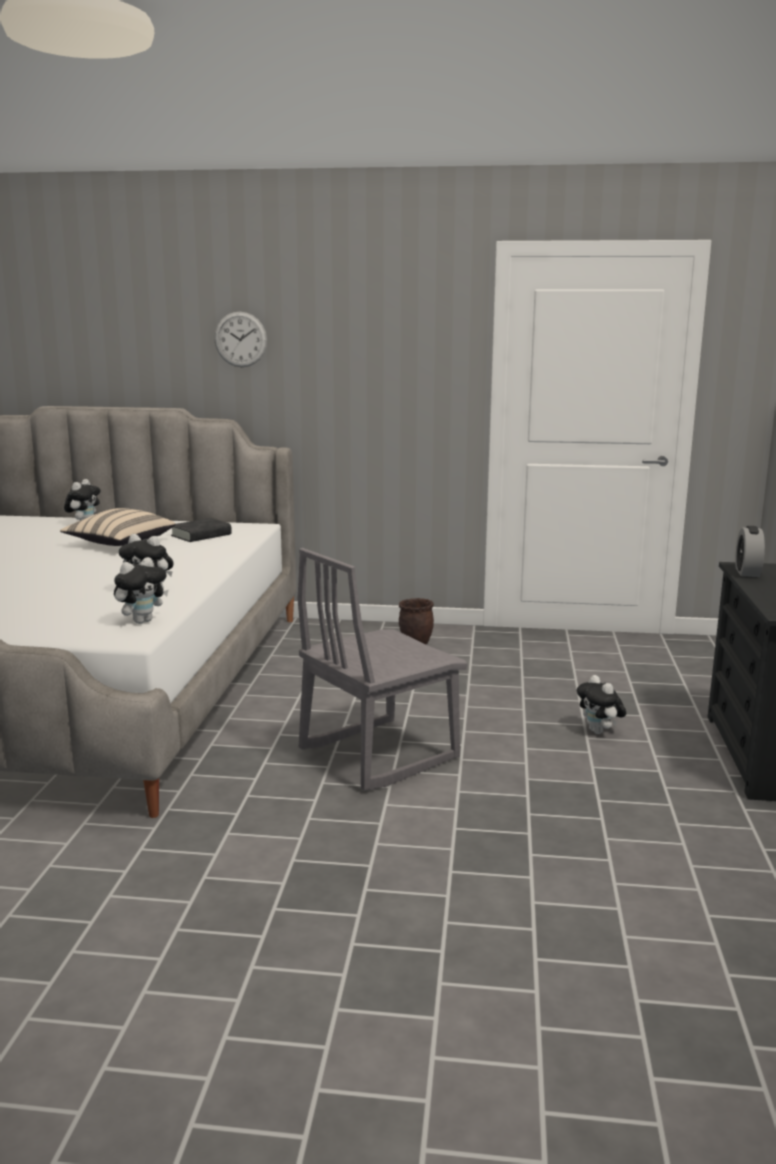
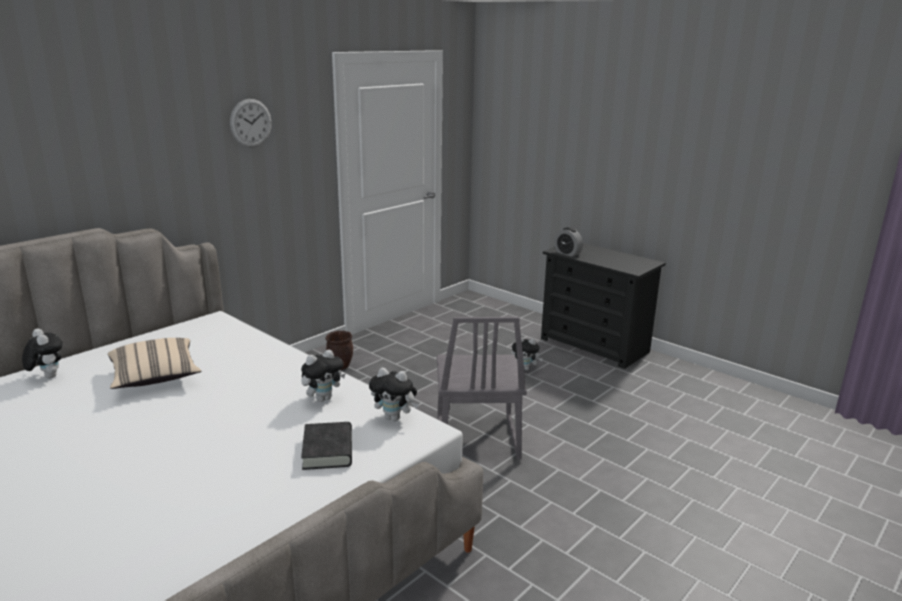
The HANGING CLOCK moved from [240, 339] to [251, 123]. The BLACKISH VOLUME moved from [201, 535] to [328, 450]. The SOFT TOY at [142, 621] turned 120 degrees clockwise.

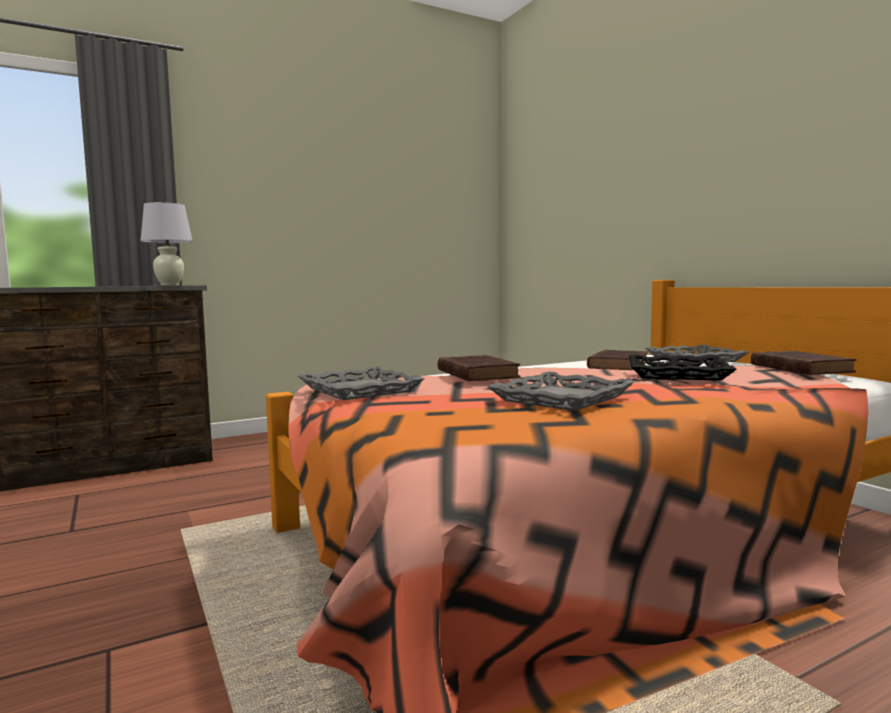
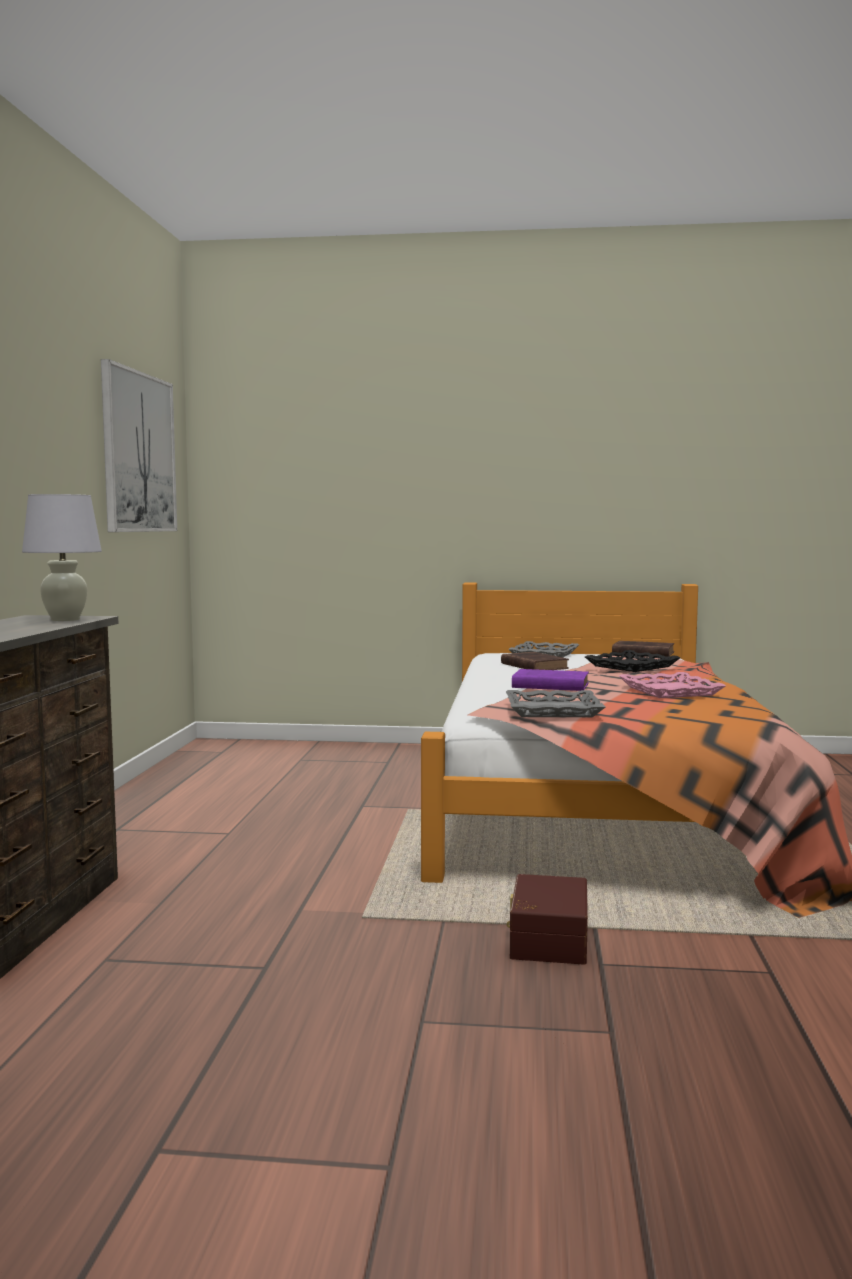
The BROWNISH VOLUME at [476, 373] became the PURPLISH VOLUME at [548, 685]. The GREYISH CARRYING TRAY at [560, 398] became the PINK-COLOURED CARRYING TRAY at [669, 691]. The WALL ART at [138, 452] appeared. The BROWNISH STORAGE BIN at [546, 939] appeared.

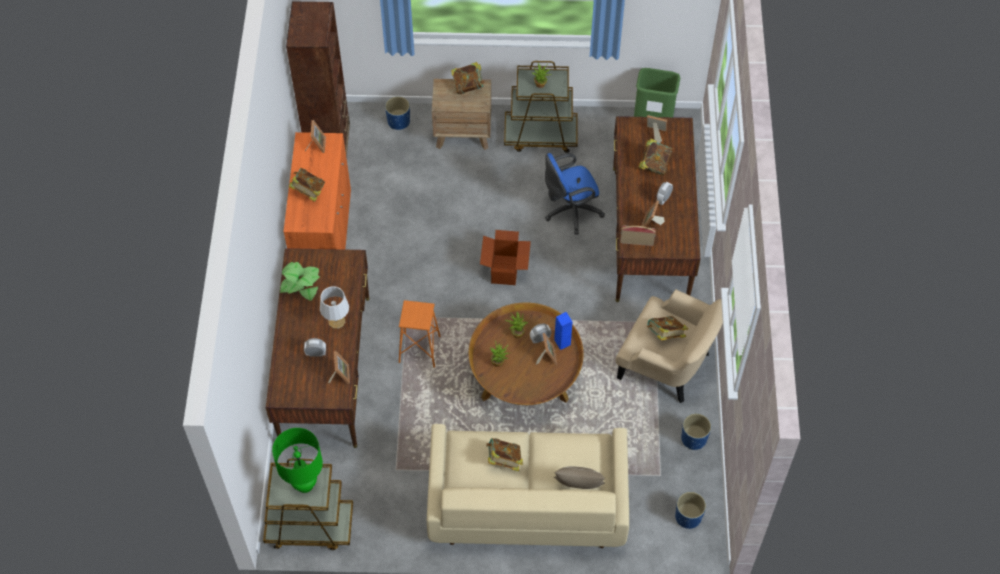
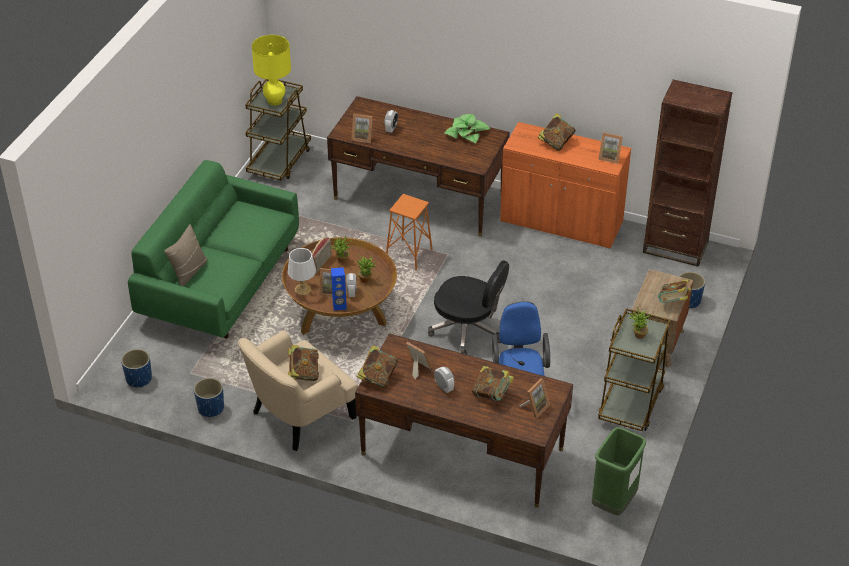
The RADIO moved from [636, 241] to [321, 263]. The CARTON at [505, 270] was replaced by the BLACKISH COMPUTER CHAIR at [468, 330]. The WHITE LAMP FOR A TABLE moved from [336, 321] to [303, 289]. The BEIGE COUCH at [527, 502] became the GREEN COUCH at [221, 282]. The GREEN LAMP FOR A TABLE at [305, 484] became the YELLOWISH LAMP FOR A TABLE at [274, 101]. The VOLUME moved from [504, 460] to [377, 377].

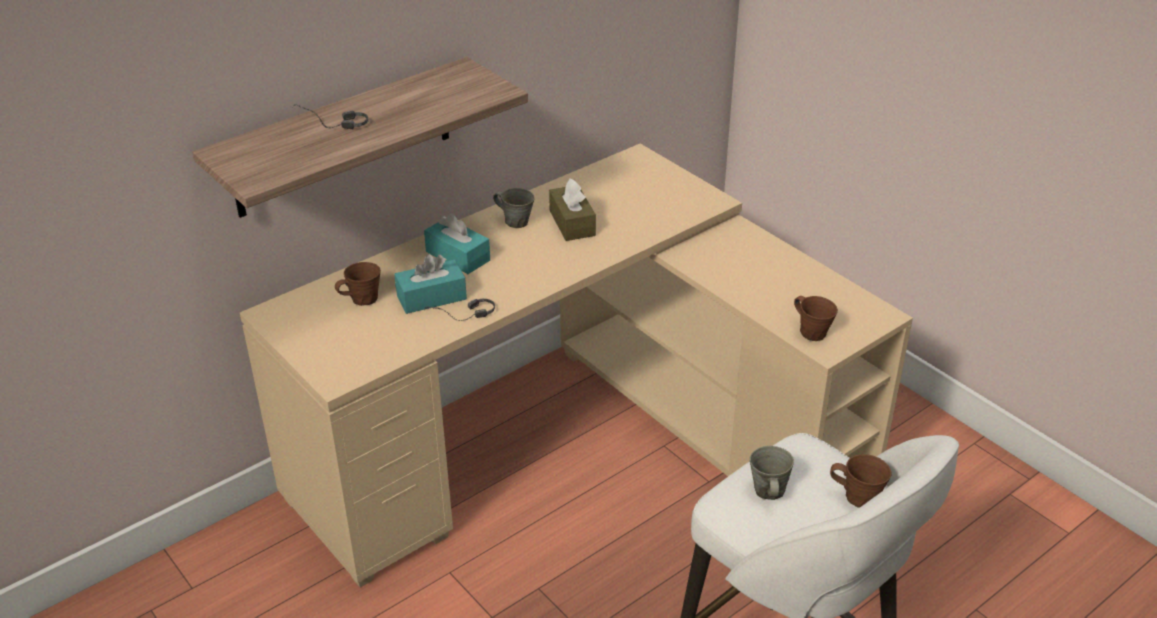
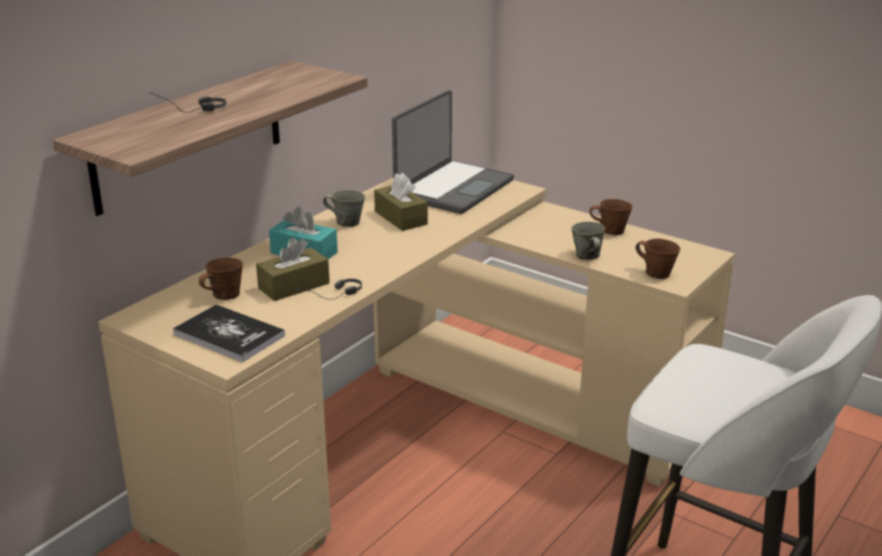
The BLUE-GREEN TISSUE BOX at [431, 297] became the BROWNISH TISSUE BOX at [294, 286]. The GREYISH COFFEE MUG moved from [769, 491] to [587, 256]. The BROWNISH COFFEE MUG moved from [858, 497] to [611, 231]. The PORTABLE COMPUTER at [452, 188] appeared. The VOLUME at [229, 335] appeared.

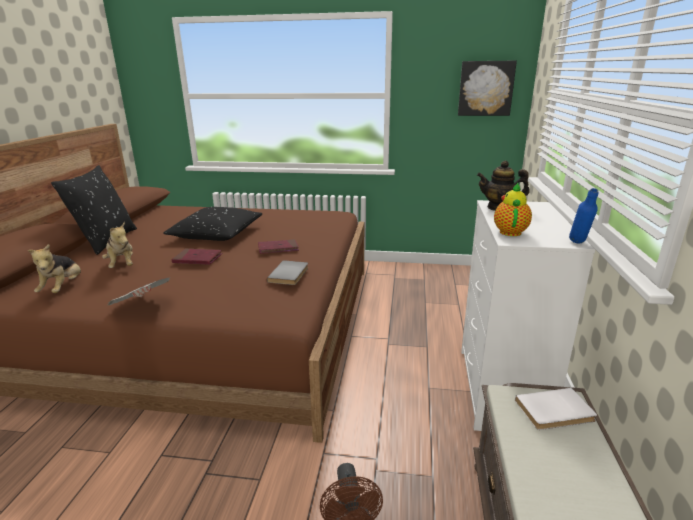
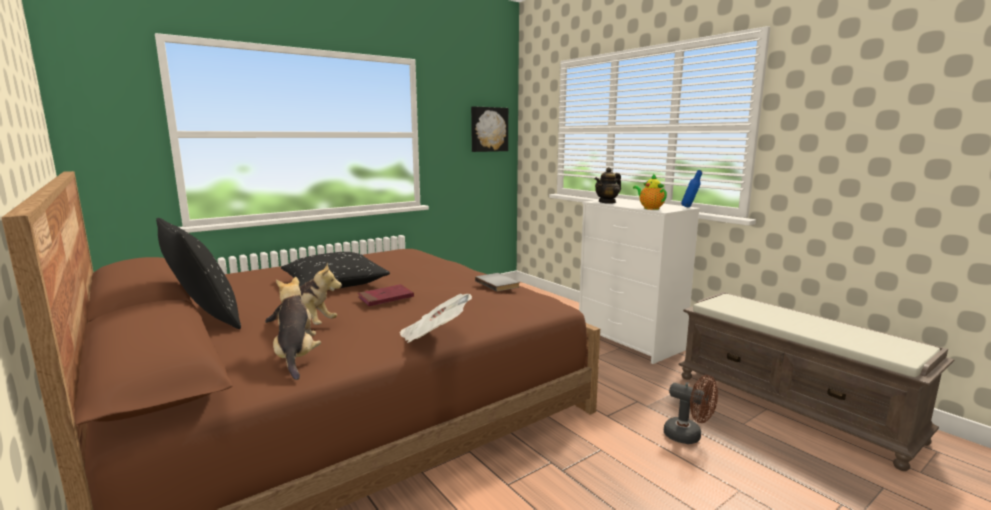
The RED VOLUME at [278, 248] disappeared. The SOFT TOY at [63, 288] turned 150 degrees counterclockwise. The WHITE VOLUME at [555, 412] disappeared.

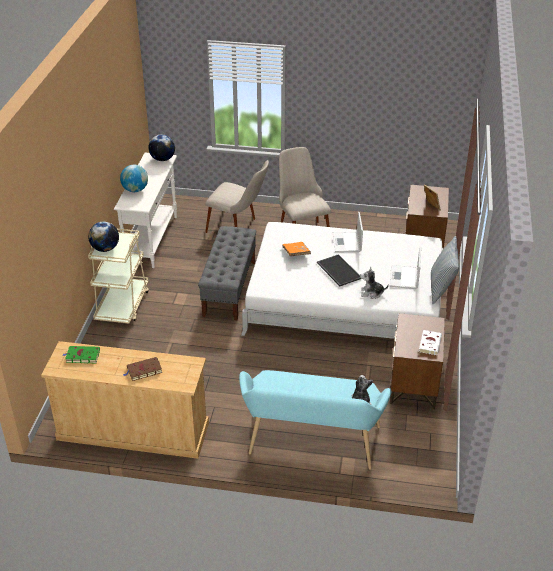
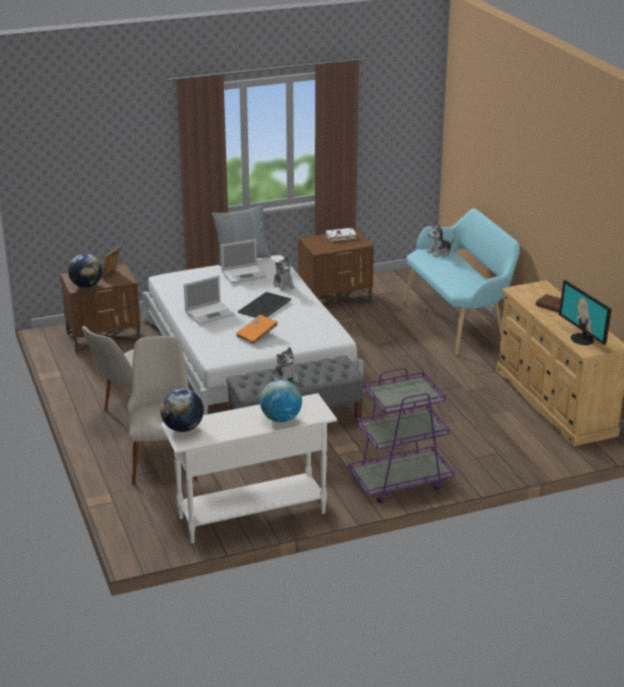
The DESK GLOBE moved from [105, 249] to [86, 286]. The BEIGE WHEELED CART at [122, 305] became the PURPLISH WHEELED CART at [400, 481]. The GREEN VOLUME at [82, 356] was replaced by the MONITOR at [582, 339]. The SOFT TOY at [286, 378] appeared.

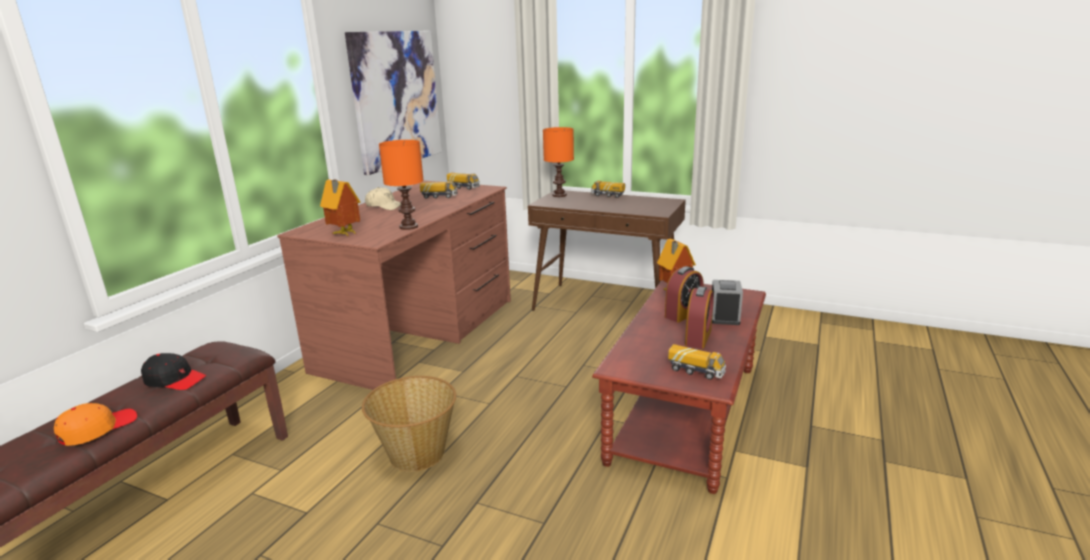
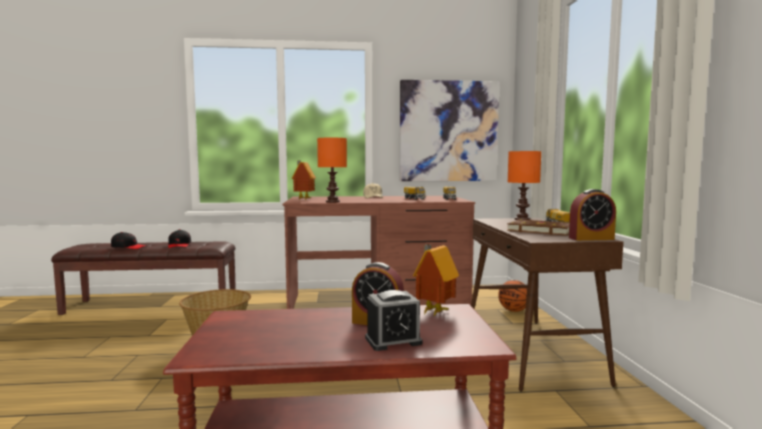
The TABLE CLOCK moved from [698, 337] to [591, 238]. The TOY TRUCK at [696, 371] disappeared. The ORANGE-COLOURED CAP at [97, 429] became the BLACKISH CAP at [128, 247]. The BROWNISH VOLUME at [540, 230] appeared. The BASKETBALL at [513, 310] appeared.

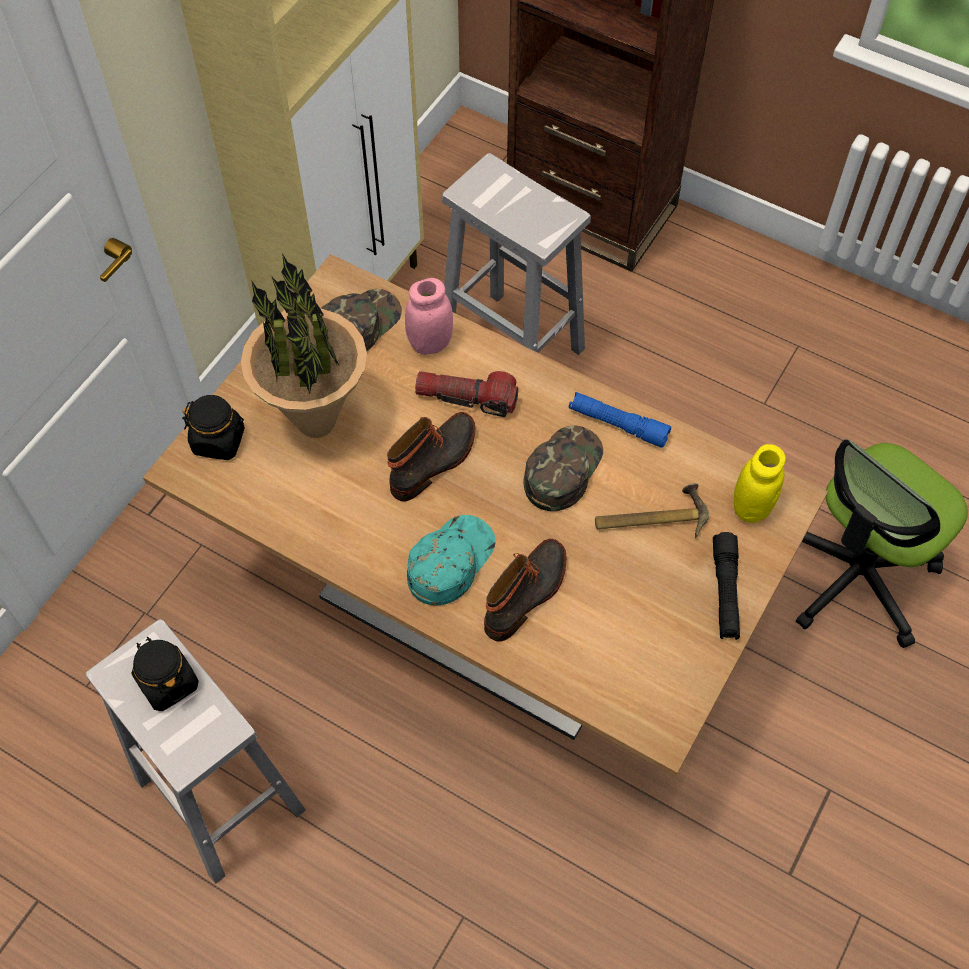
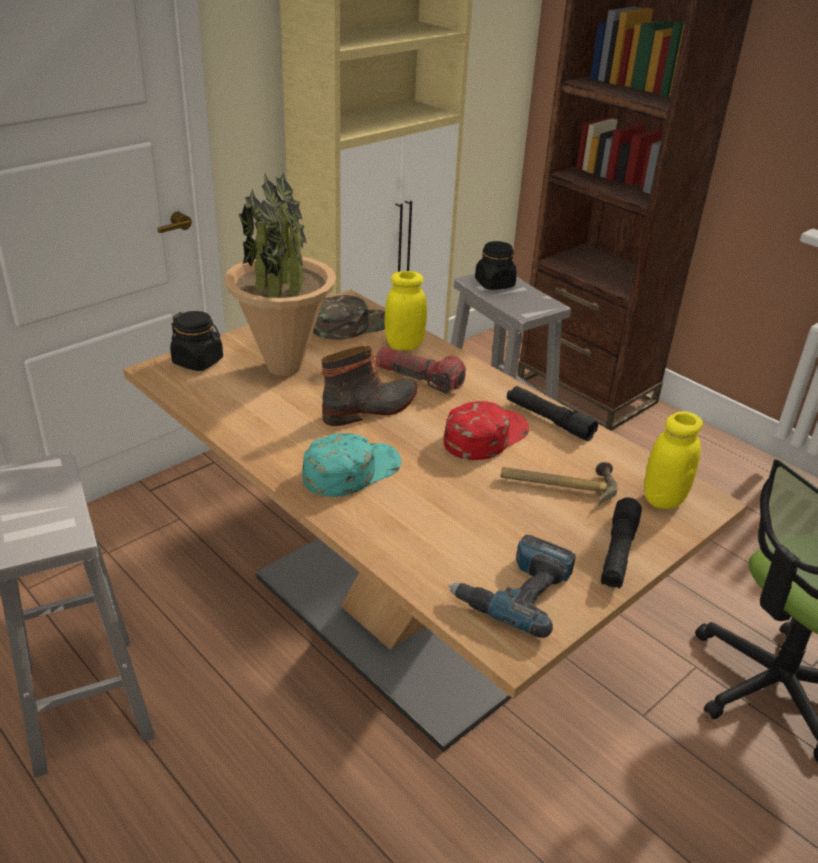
The PINK-COLOURED STORAGE JAR at [430, 343] became the YELLOWISH STORAGE JAR at [404, 345]. The BLUE-COLOURED TORCH at [618, 424] became the BLACKISH TORCH at [549, 420]. The GREEN CAP at [562, 469] became the RED CAP at [484, 436]. The BOOT at [527, 594] disappeared. The BLACKISH STORAGE JAR moved from [167, 682] to [494, 283]. The ELECTRIC DRILL at [515, 590] appeared.

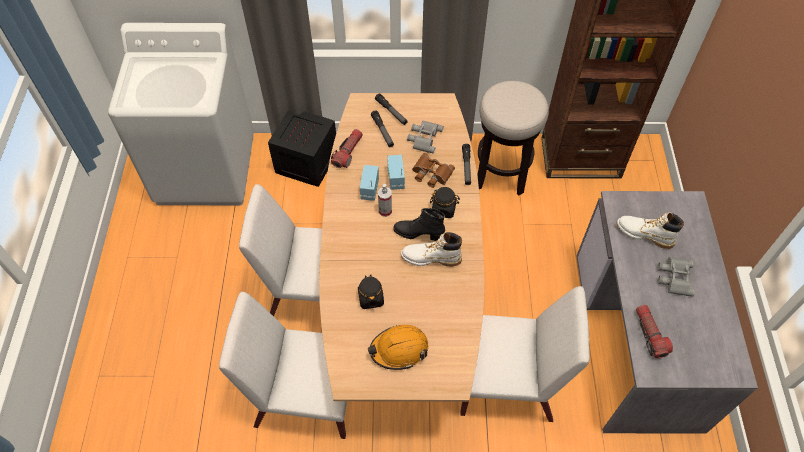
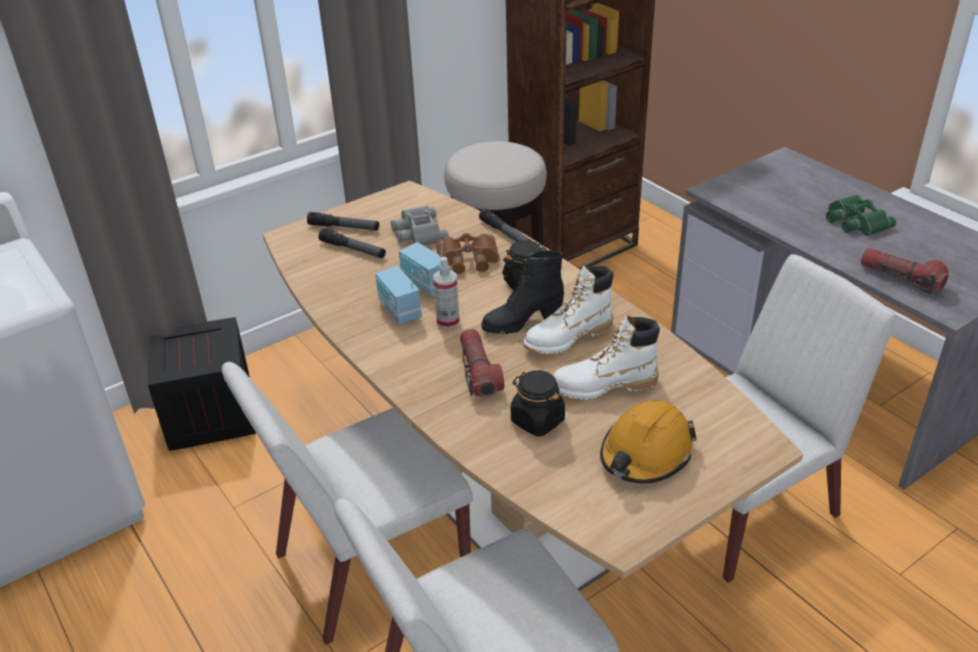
The TORCH moved from [348, 152] to [479, 372]. The WHITE BOOT moved from [644, 234] to [603, 386]. The GREYISH BINOCULARS at [674, 277] became the GREEN BINOCULARS at [854, 221].

